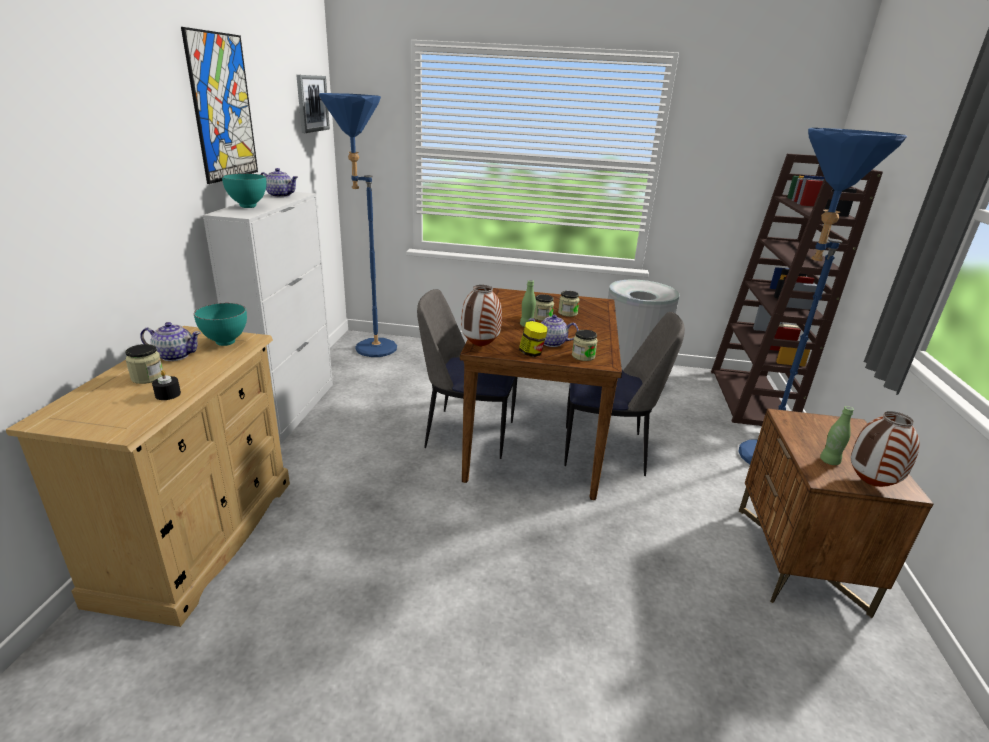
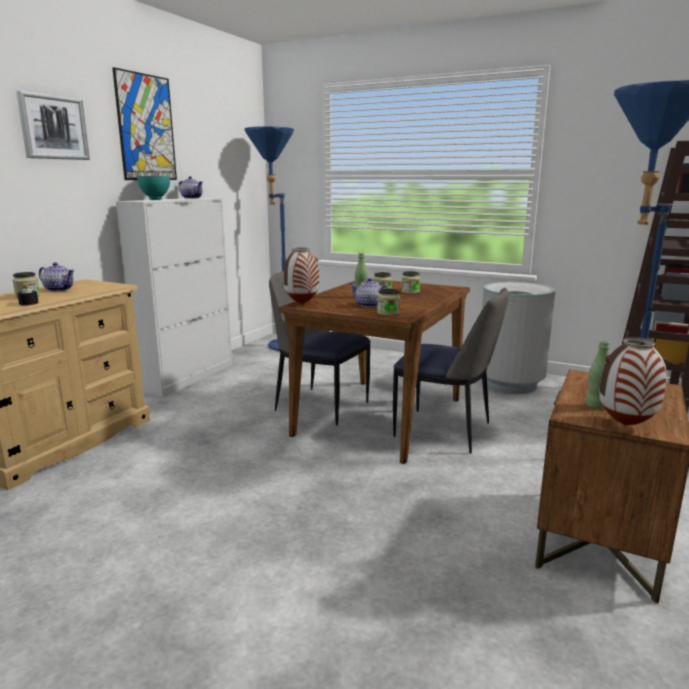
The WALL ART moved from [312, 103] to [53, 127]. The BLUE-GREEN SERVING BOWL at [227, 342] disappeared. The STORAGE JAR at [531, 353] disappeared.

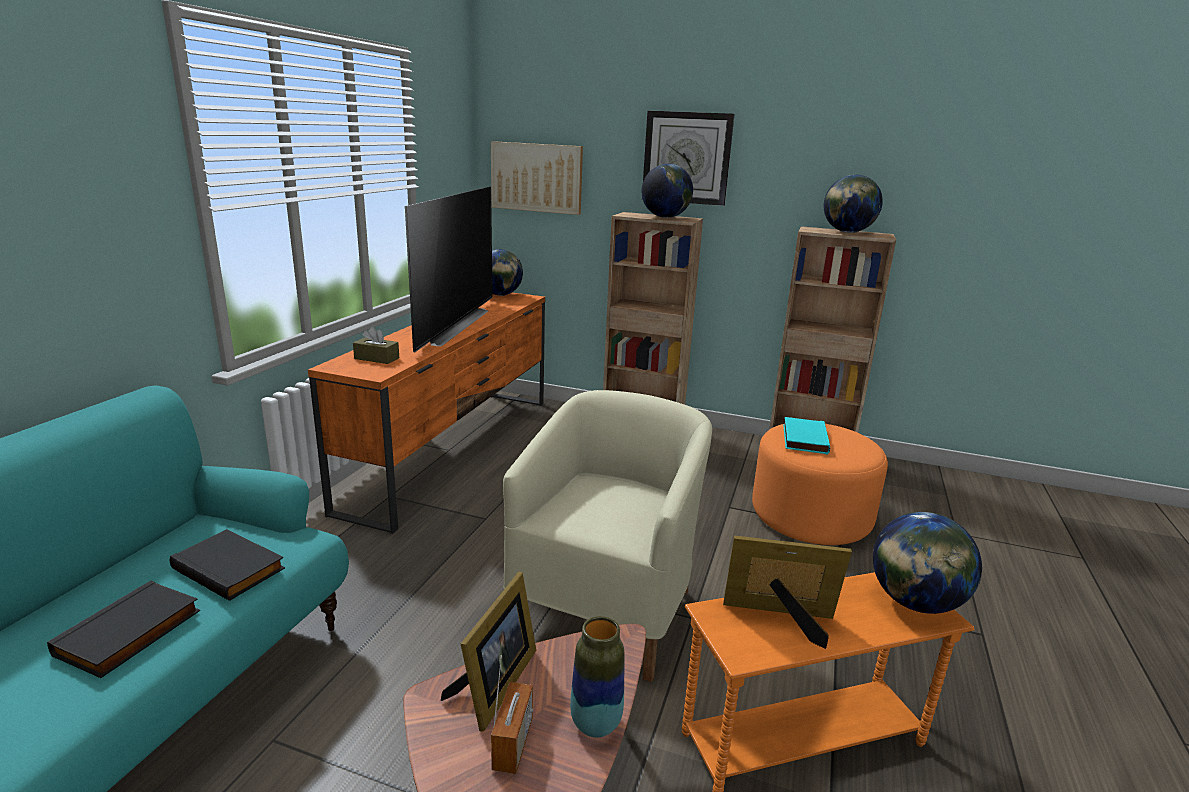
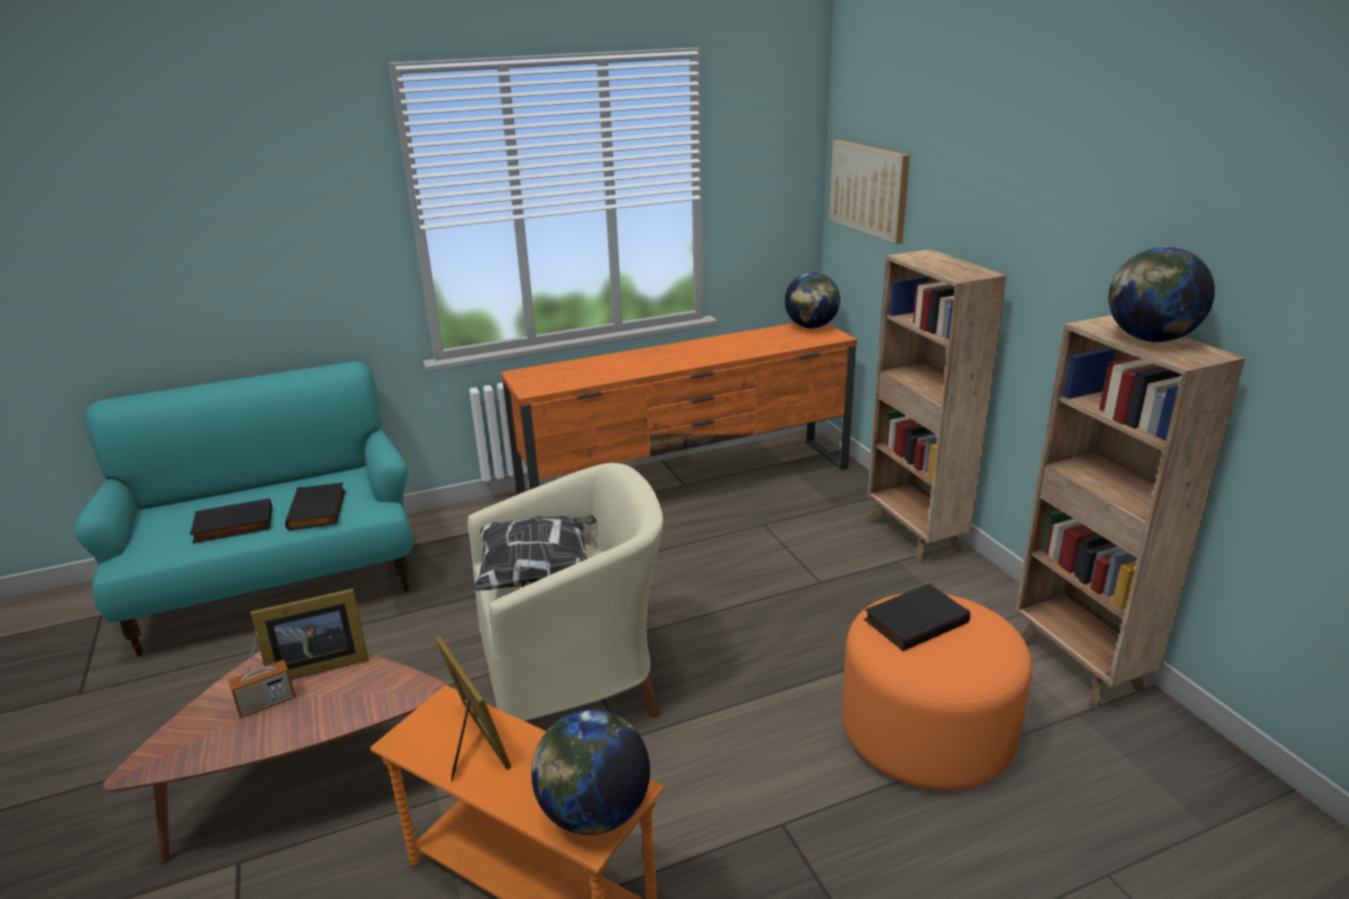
The HANGING CLOCK at [687, 158] disappeared. The DESK GLOBE at [665, 217] disappeared. The TV at [450, 325] disappeared. The BROWNISH TISSUE BOX at [376, 358] disappeared. The BLUE-GREEN VOLUME at [803, 438] became the BLACKISH VOLUME at [915, 620]. The DECORATIVE VASE at [595, 724] disappeared. The THROW PILLOW at [540, 573] appeared.

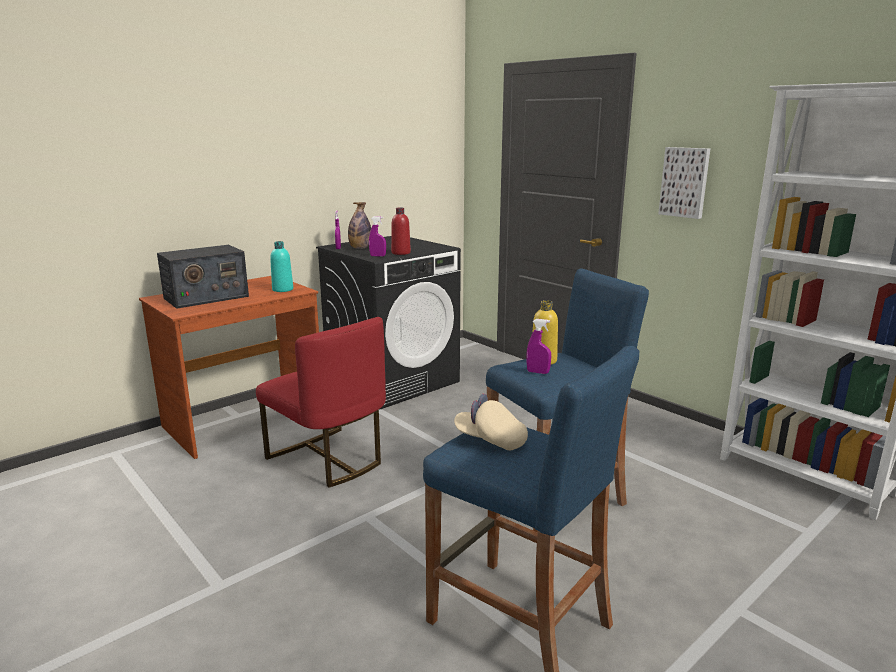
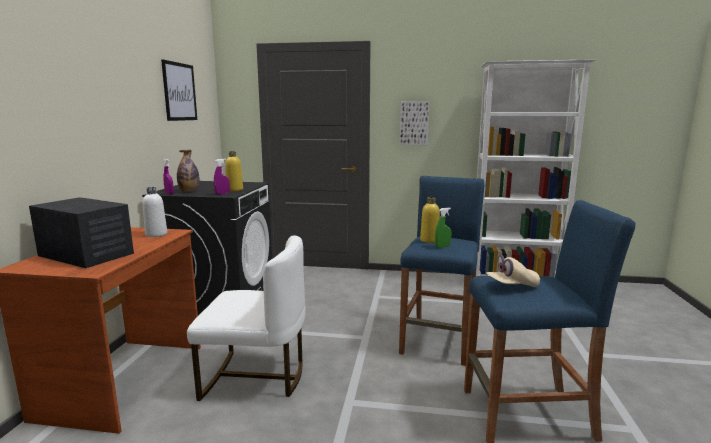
The RED BEVERAGE BOTTLE at [401, 253] became the YELLOWISH BEVERAGE BOTTLE at [234, 190]. The BLUE-GREEN BEVERAGE BOTTLE at [282, 289] became the WHITE BEVERAGE BOTTLE at [156, 234]. The RADIO at [205, 297] turned 75 degrees counterclockwise. The RED PLAIN CHAIR at [328, 459] became the WHITE PLAIN CHAIR at [255, 377]. The PURPLISH SPRAY BOTTLE at [538, 372] became the GREEN SPRAY BOTTLE at [442, 246]. The WALL ART at [179, 92] appeared.

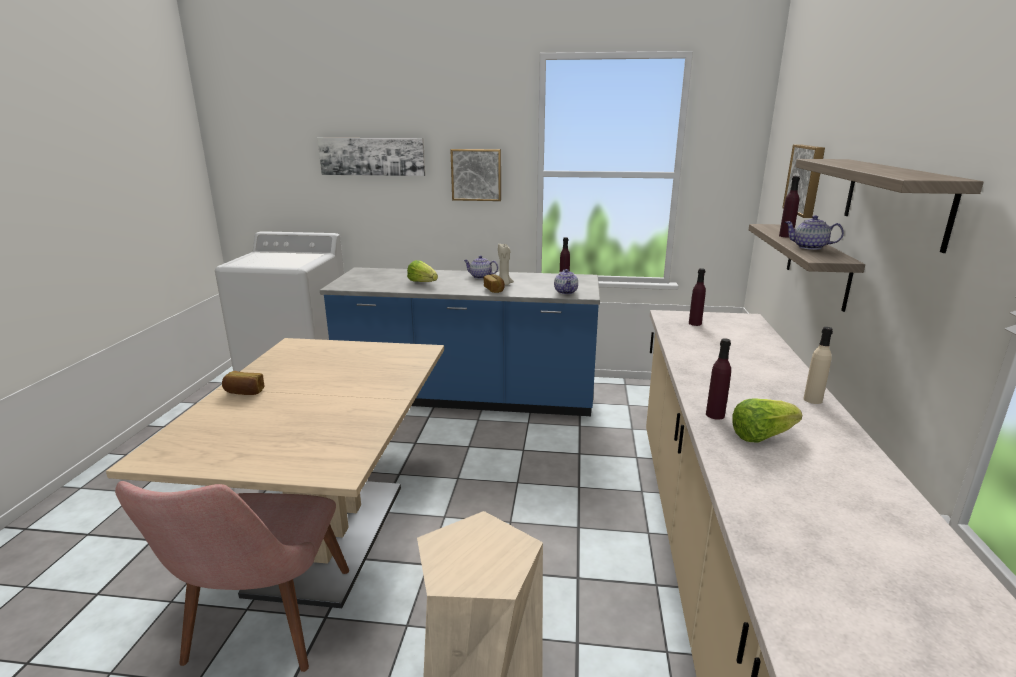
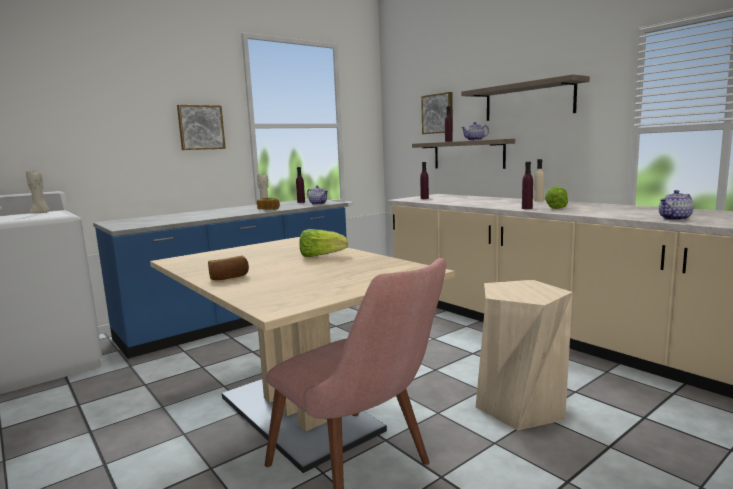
The WALL ART at [372, 156] disappeared. The TEA POT moved from [480, 277] to [675, 219]. The LETTUCE moved from [422, 282] to [321, 256]. The BEIGE WAX LIGHT at [41, 213] appeared.

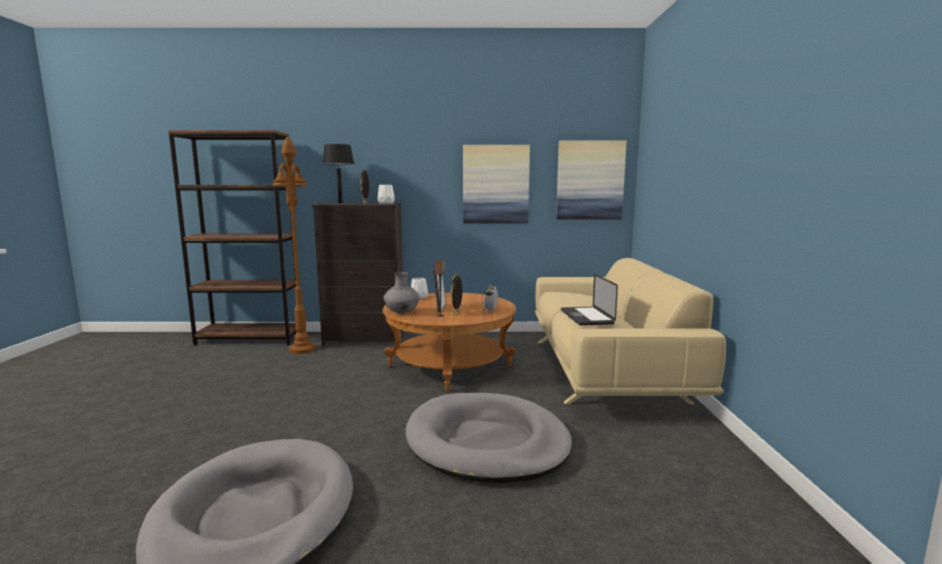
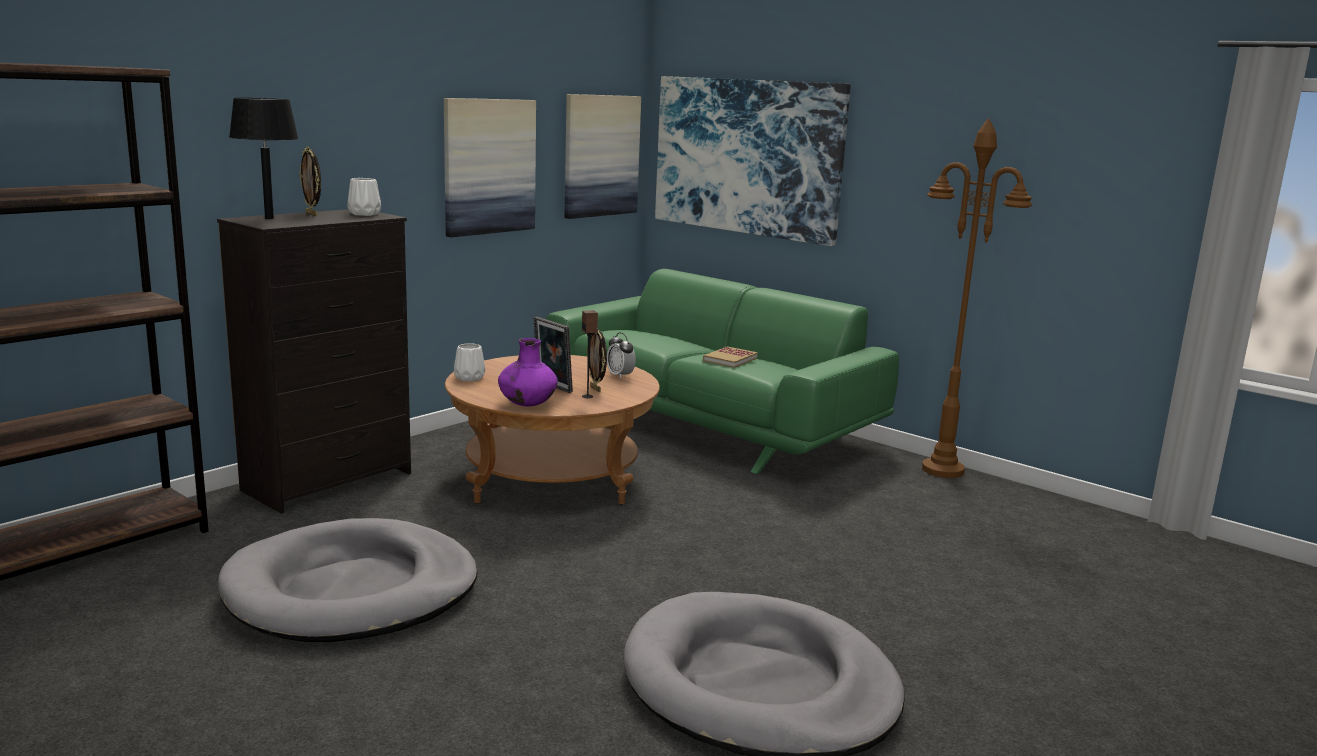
The BROWNISH FLOOR LAMP moved from [302, 349] to [943, 470]. The BEIGE COUCH at [605, 368] became the GREEN COUCH at [710, 424]. The GREYISH DECORATIVE VASE at [401, 312] became the PURPLISH DECORATIVE VASE at [527, 405]. The PORTABLE COMPUTER at [586, 317] was replaced by the VOLUME at [730, 359]. The GREYISH DOG BED moved from [487, 442] to [352, 590]. The WALL ART at [747, 157] appeared.

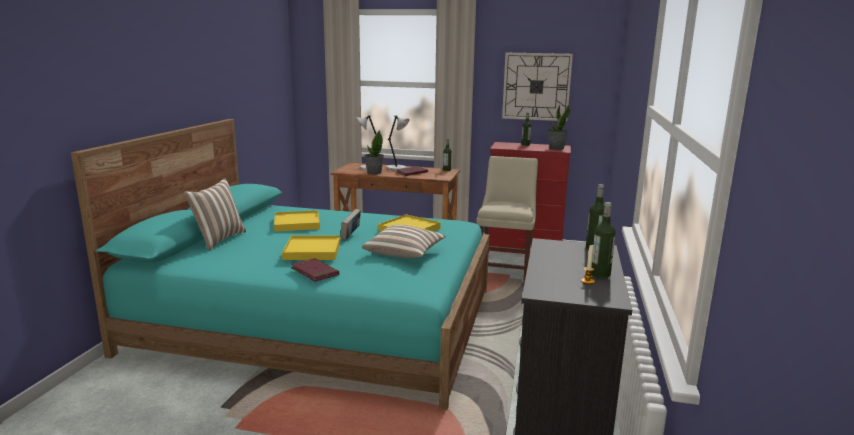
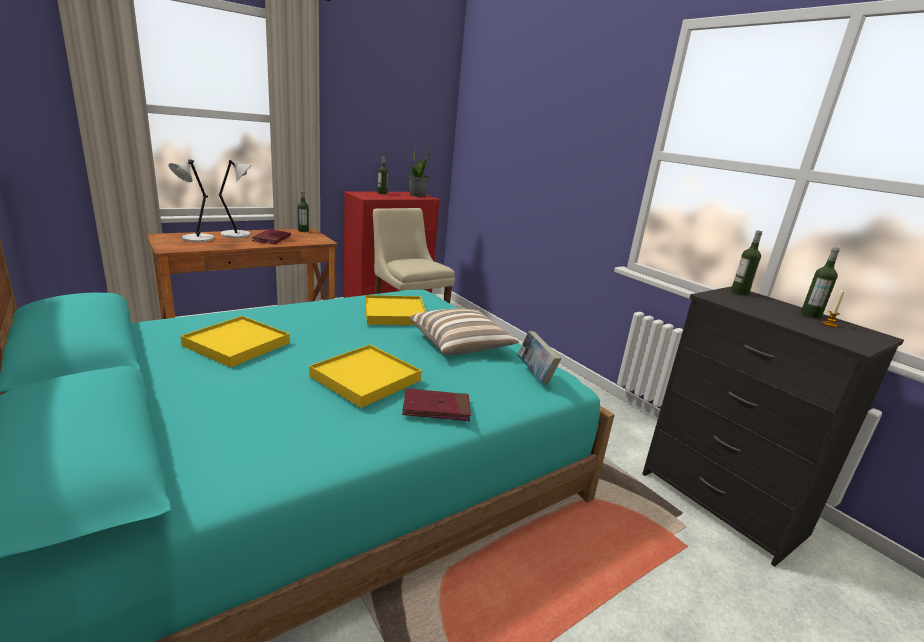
The HANGING CLOCK at [536, 86] disappeared. The HOUSEPLANT at [374, 172] disappeared. The THROW PILLOW at [218, 239] disappeared. The VOLUME moved from [351, 236] to [535, 374].

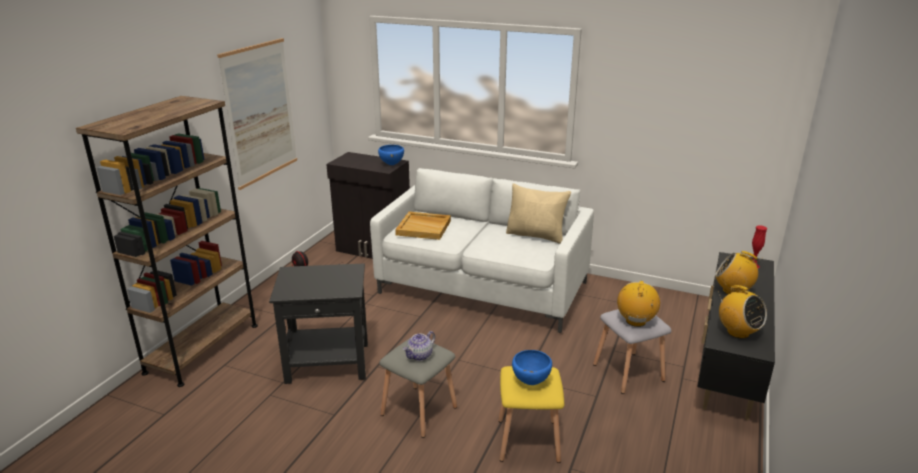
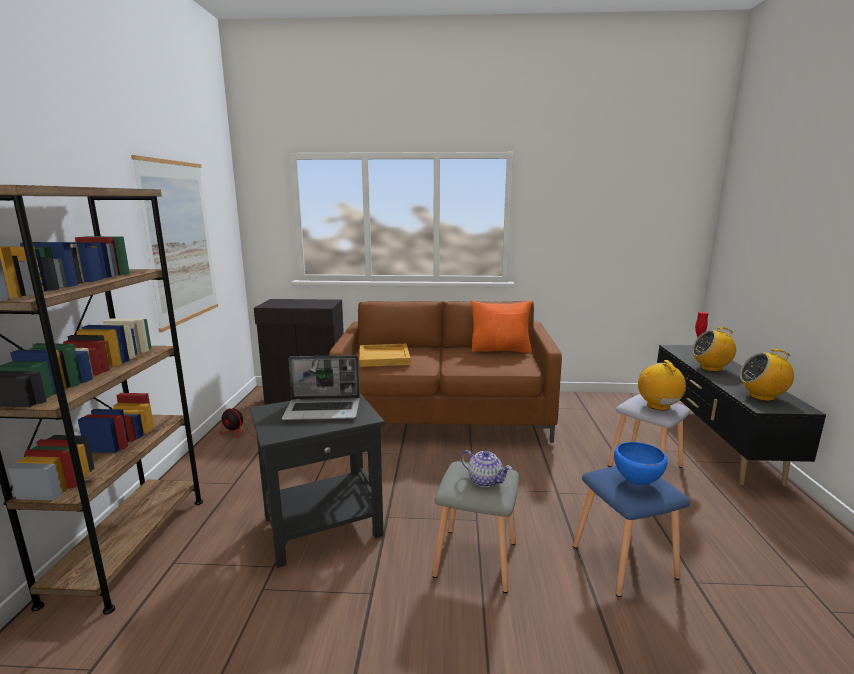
The BLUE-COLOURED SERVING BOWL at [391, 164] disappeared. The WHITE COUCH at [482, 289] became the BROWNISH COUCH at [444, 418]. The BEIGE THROW PILLOW at [536, 235] became the ORANGE-COLOURED THROW PILLOW at [501, 350]. The RADIO at [737, 332] turned 150 degrees clockwise. The TEA POT at [419, 356] turned 75 degrees counterclockwise. The YELLOWISH STOOL at [529, 441] became the BLUE-COLOURED STOOL at [625, 562]. The PORTABLE COMPUTER at [324, 410] appeared.

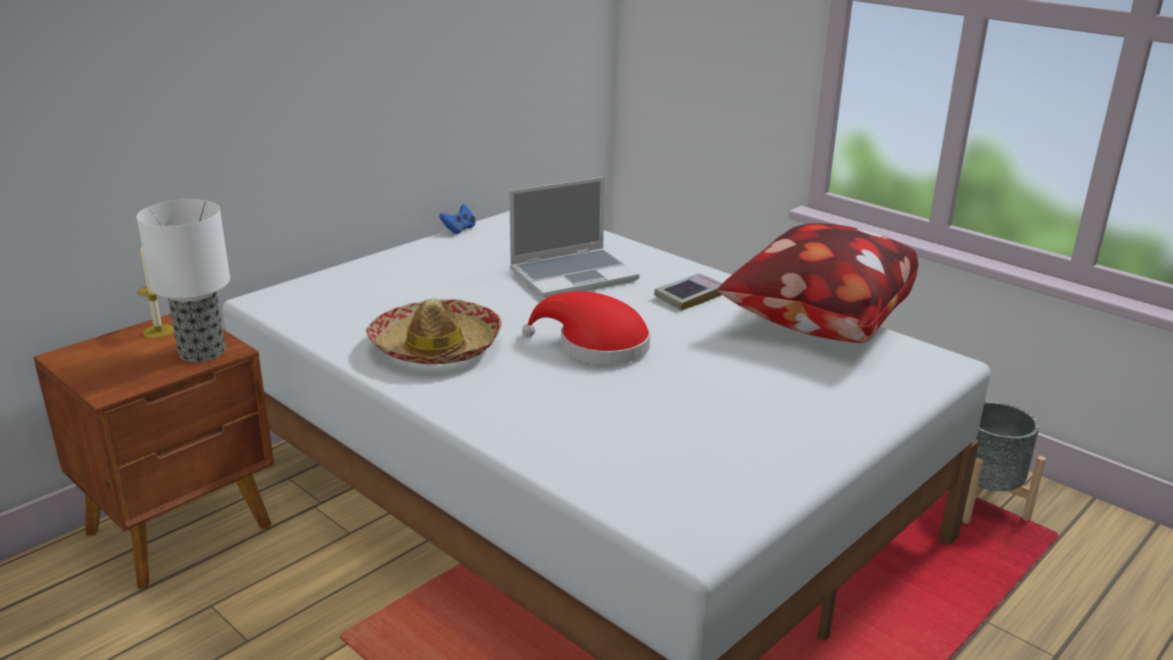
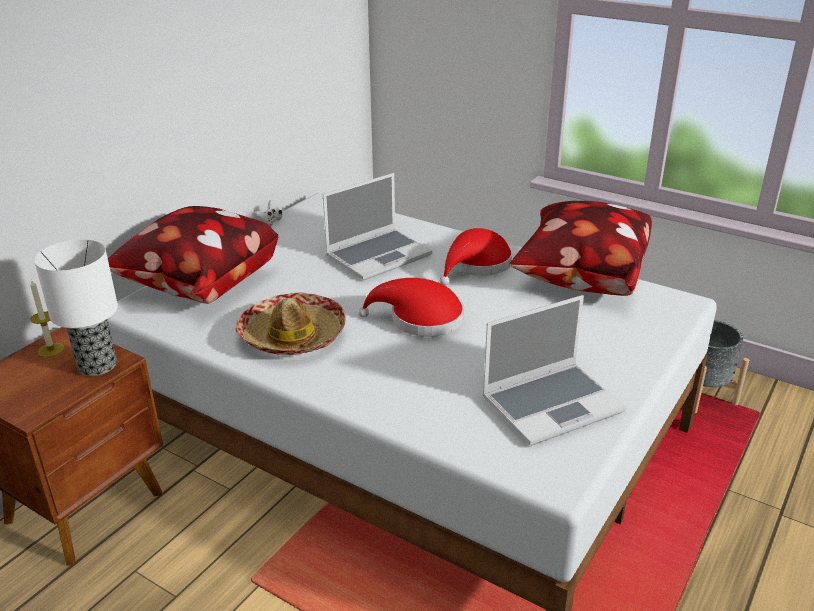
The BLUE-COLOURED GAME CONTROLLER at [459, 229] became the WHITE GAME CONTROLLER at [270, 222]. The VOLUME at [689, 296] was replaced by the RED WEARABLE HAT at [476, 265]. The THROW PILLOW at [198, 285] appeared. The PORTABLE COMPUTER at [552, 404] appeared.

